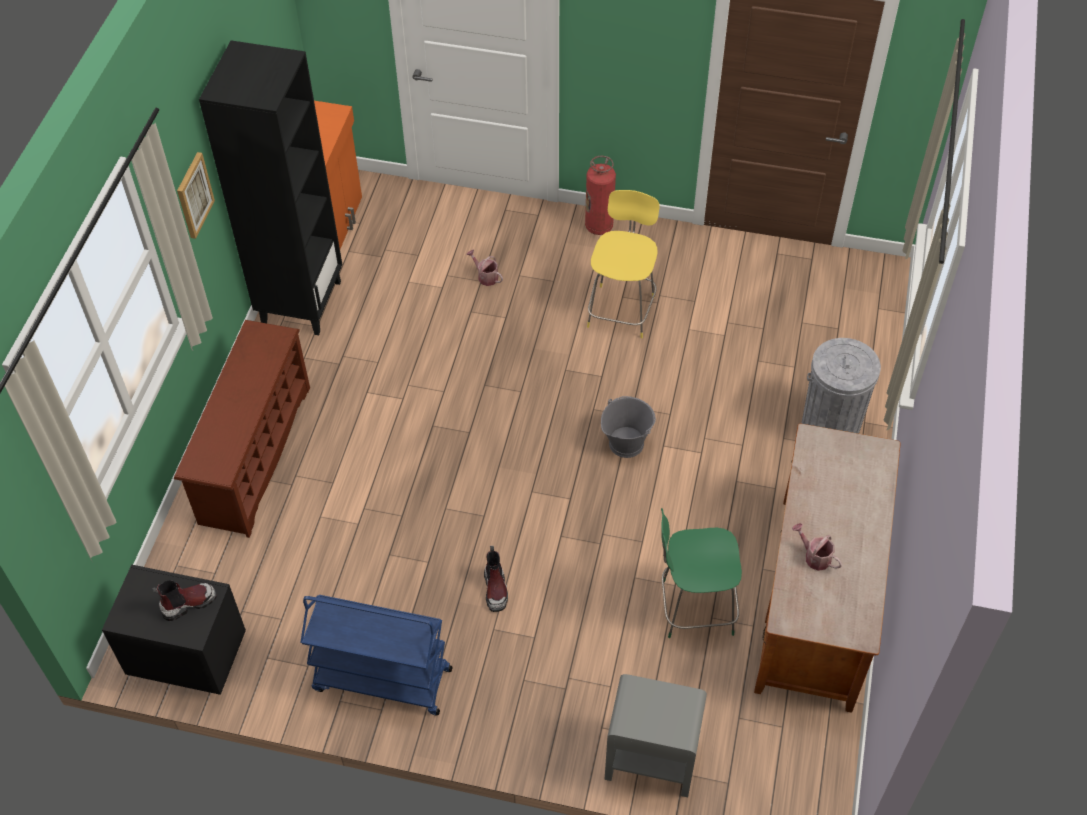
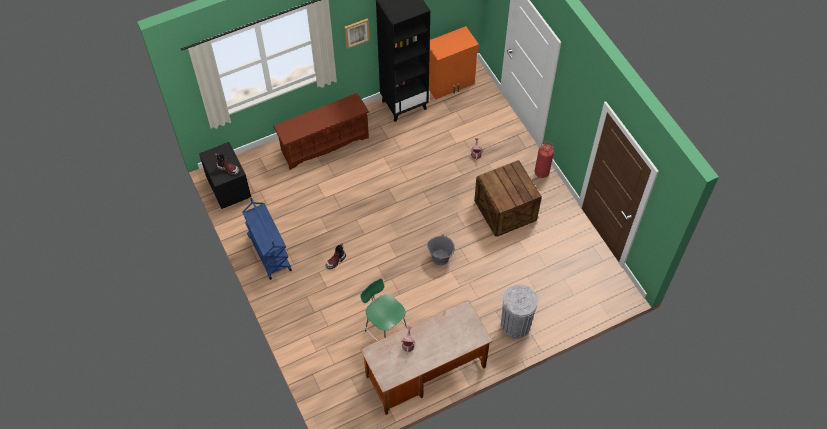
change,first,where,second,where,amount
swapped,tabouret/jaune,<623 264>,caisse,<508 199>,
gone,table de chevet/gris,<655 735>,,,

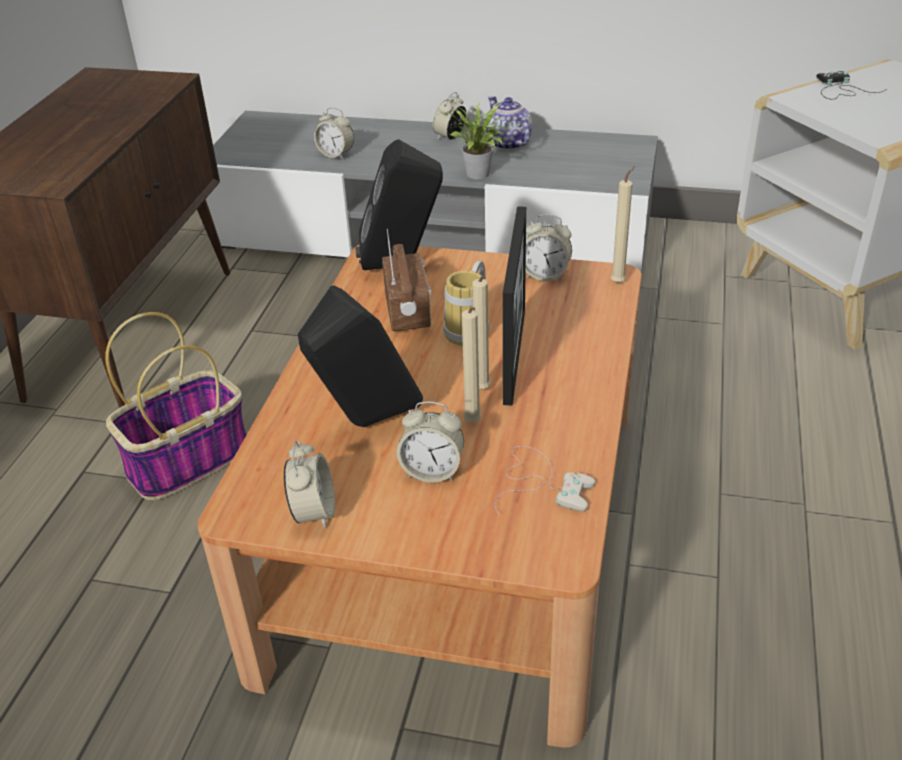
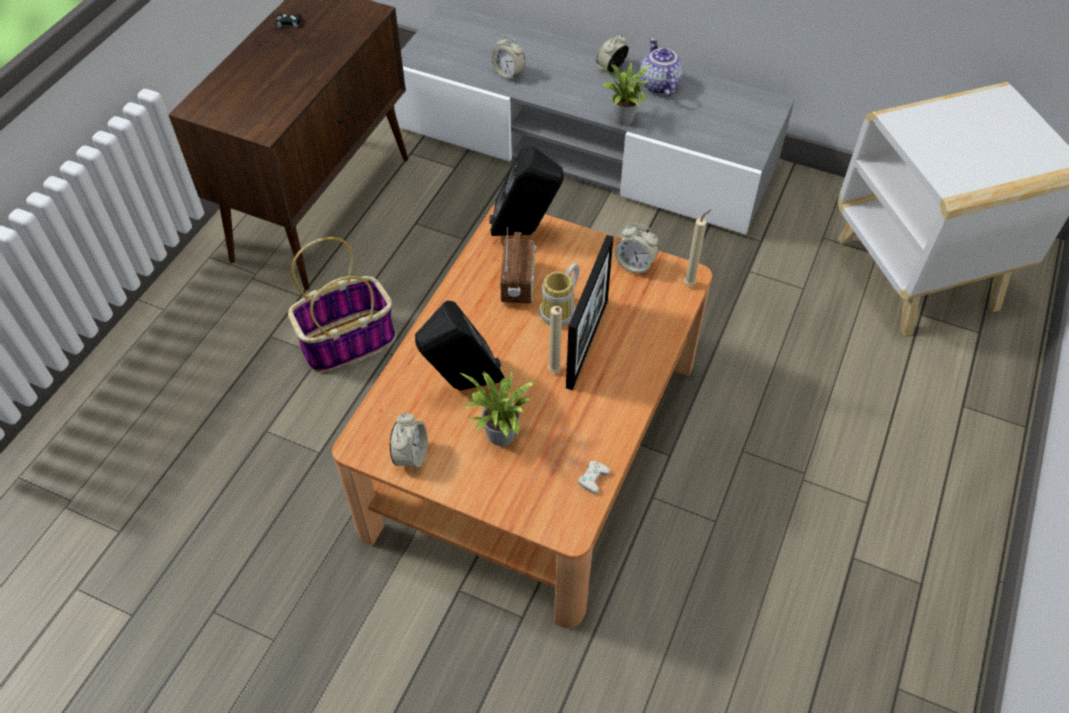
change,first,where,second,where,amount
swapped,réveil,<430 441>,plante en pot,<498 408>,
gone,bougie/beige,<471 364>,,,
shifted,manette/noir,<850 85>,,<283 30>,

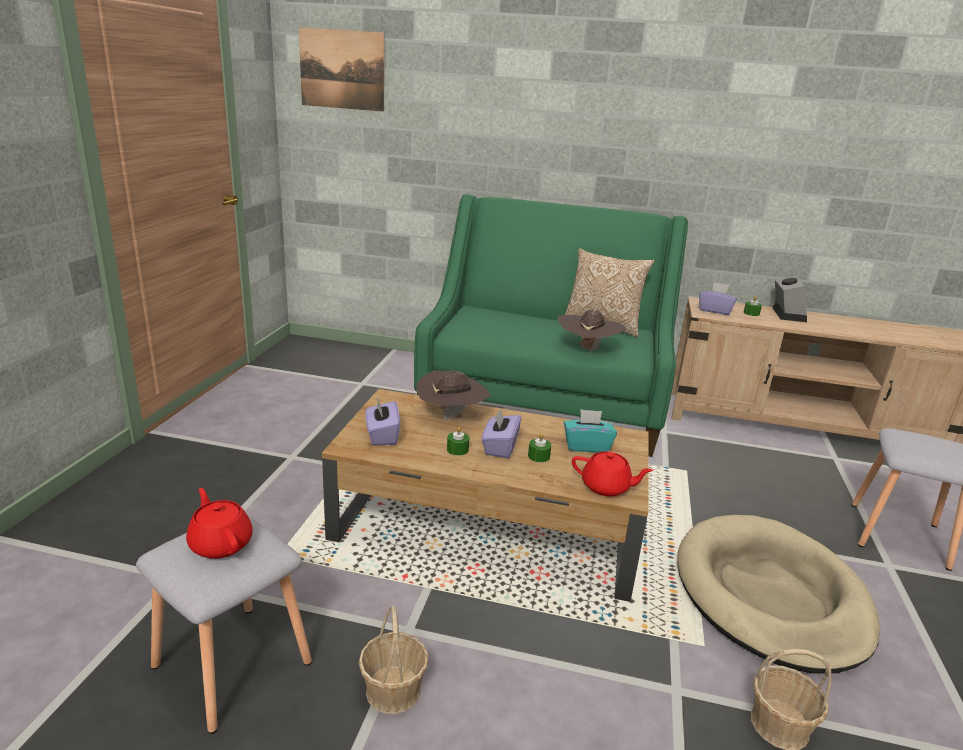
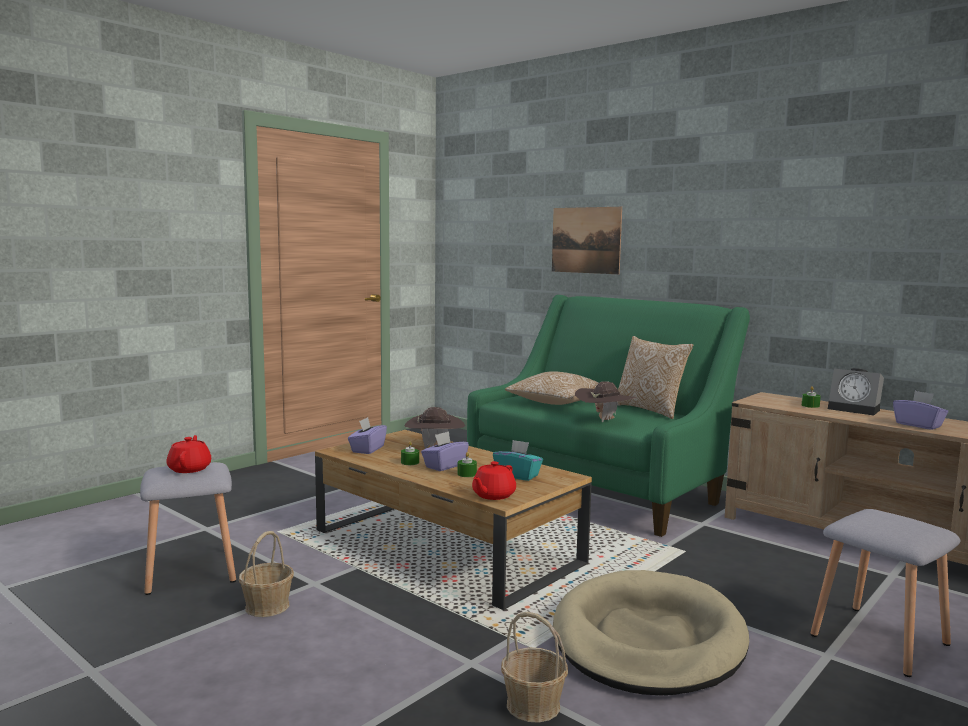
change,first,where,second,where,amount
shifted,tableau,<342 69>,,<587 240>,
rotated,théière/rouge,<612 473>,,<494 480>,75 degrees clockwise
shifted,boîte à mouchoirs/violet,<718 298>,,<920 410>,
rotated,réveil,<789 299>,,<856 391>,90 degrees clockwise
new,,,coussin,<552 388>,

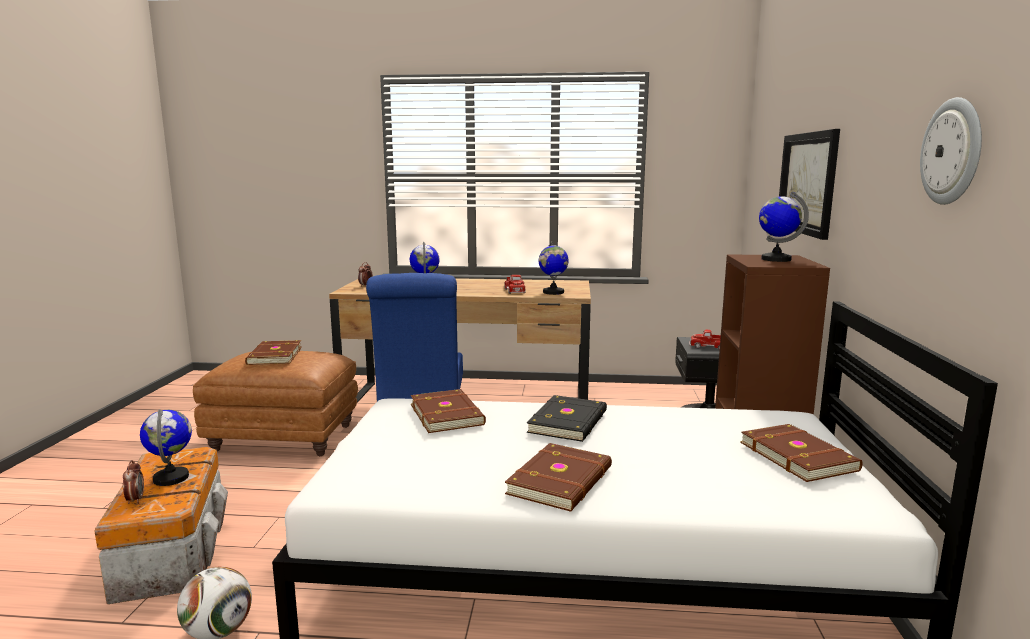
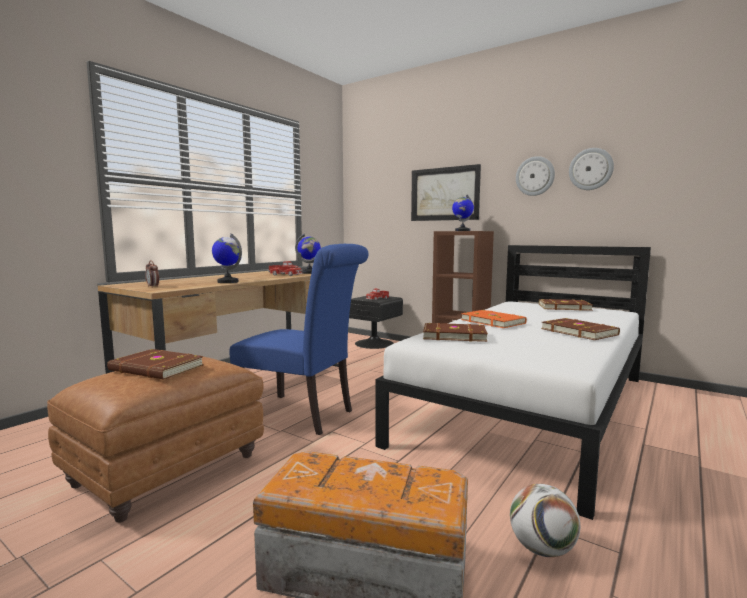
change,first,where,second,where,amount
gone,réveil,<133 482>,,,
gone,globe,<166 447>,,,
repainted,livre/noir,<566 418>,livre/orange,<494 319>,
new,,,horloge murale,<535 176>,

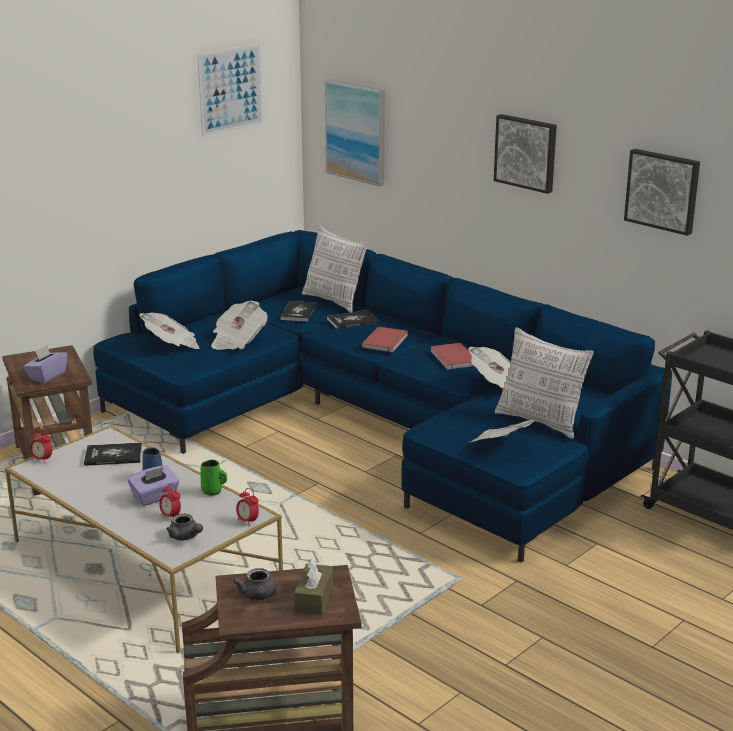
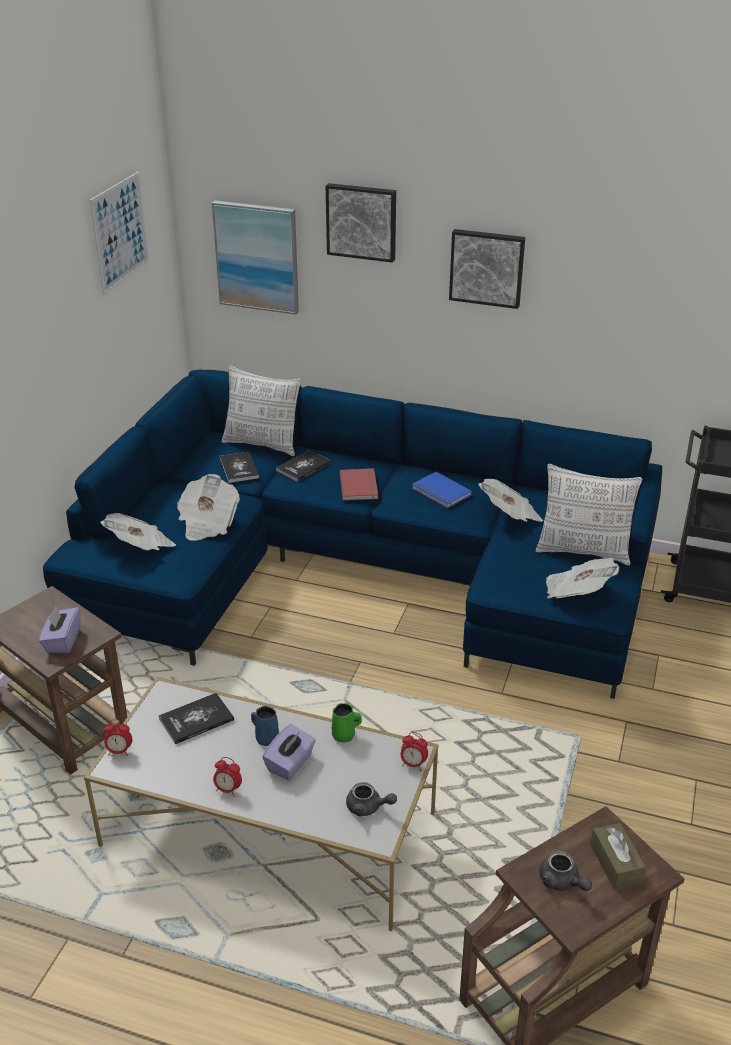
change,first,where,second,where,amount
shifted,réveil,<170 503>,,<227 777>,
repainted,livre/rouge,<452 356>,livre/bleu,<442 490>,
shifted,tableau,<662 192>,,<361 223>,

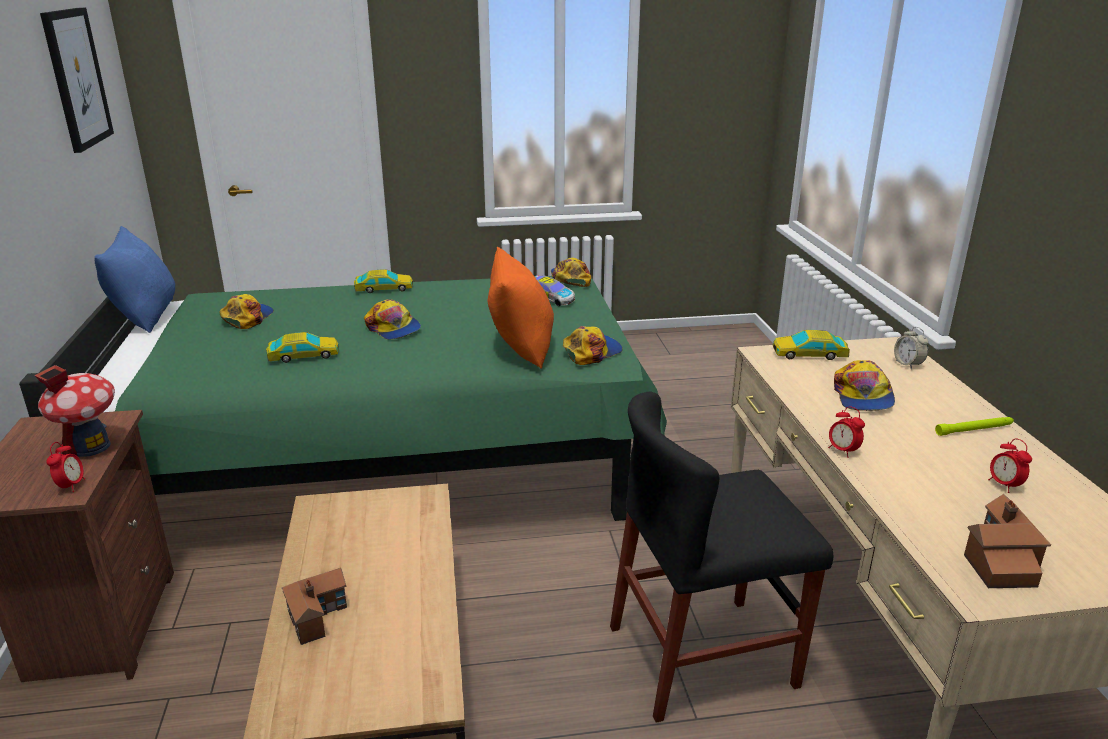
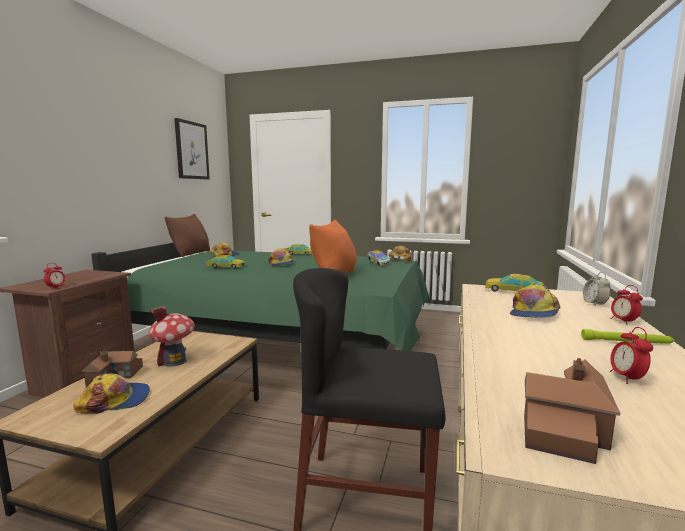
change,first,where,second,where,amount
shifted,maison miniature,<74 411>,,<172 336>,
repainted,coussin/bleu,<134 279>,coussin/marron,<187 235>,
shifted,casquette,<593 345>,,<111 393>,
shifted,réveil,<846 432>,,<627 305>,

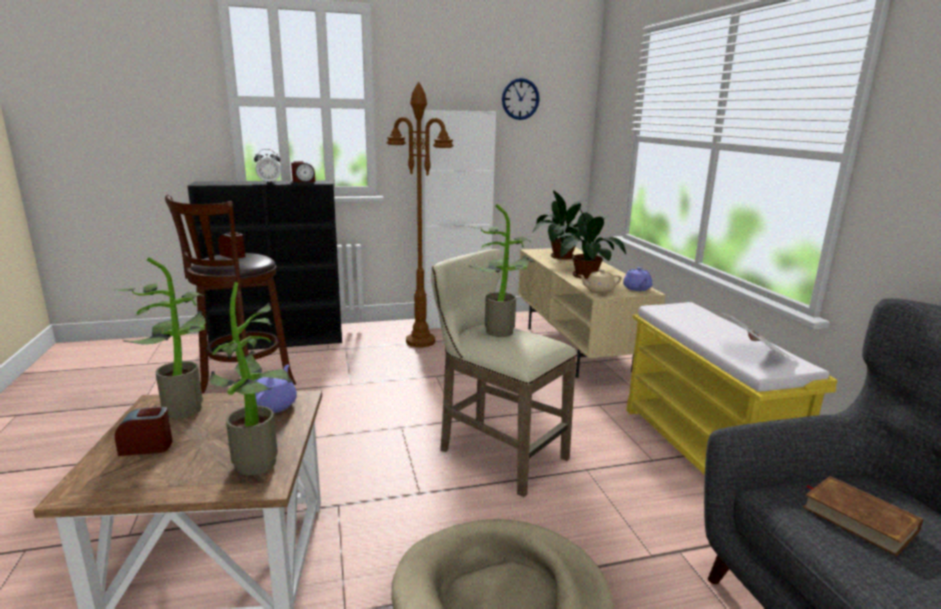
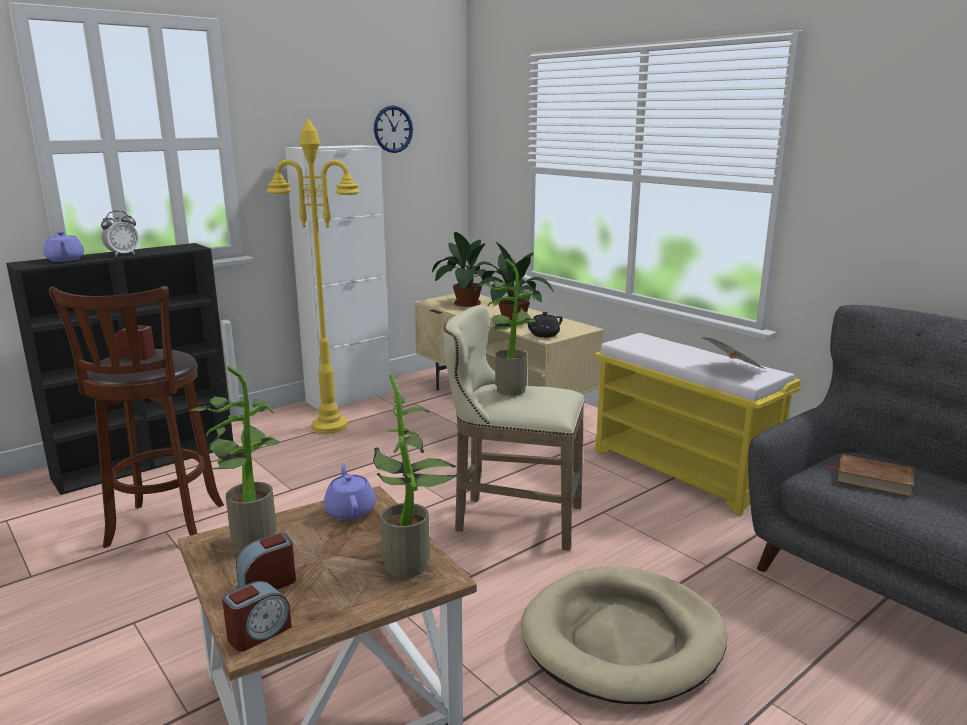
change,first,where,second,where,amount
shifted,réveil,<303 171>,,<257 616>,
repainted,lampadaire/marron,<420 214>,lampadaire/jaune,<313 276>,
repainted,théière/beige,<600 281>,théière/noir,<545 325>,
shifted,théière/violet,<637 279>,,<63 246>,

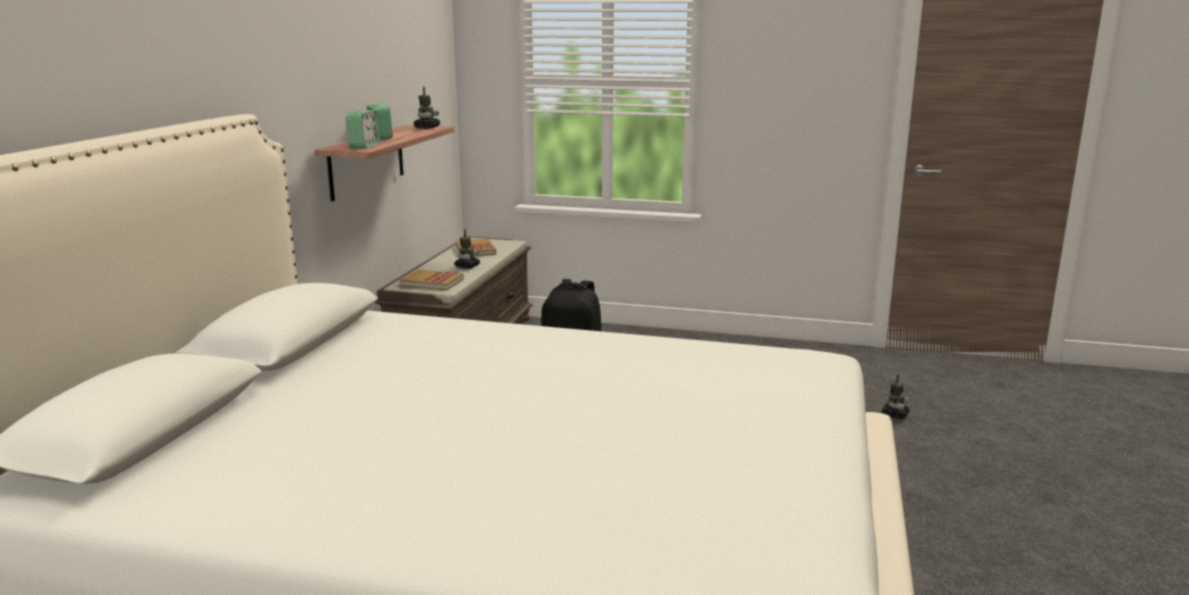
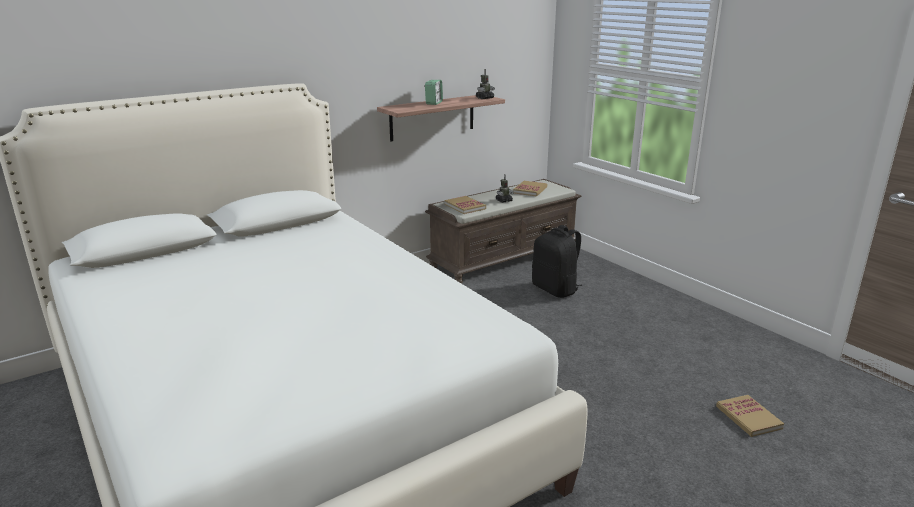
change,first,where,second,where,amount
gone,réveil,<363 129>,,,
swapped,robot jouet,<896 396>,livre,<750 416>,

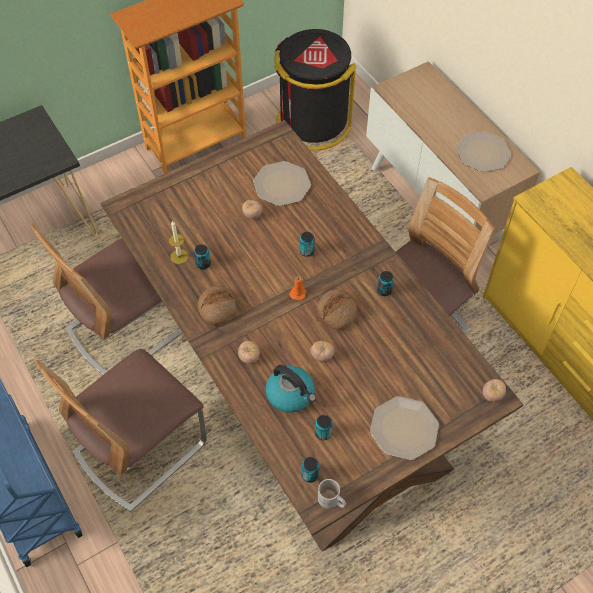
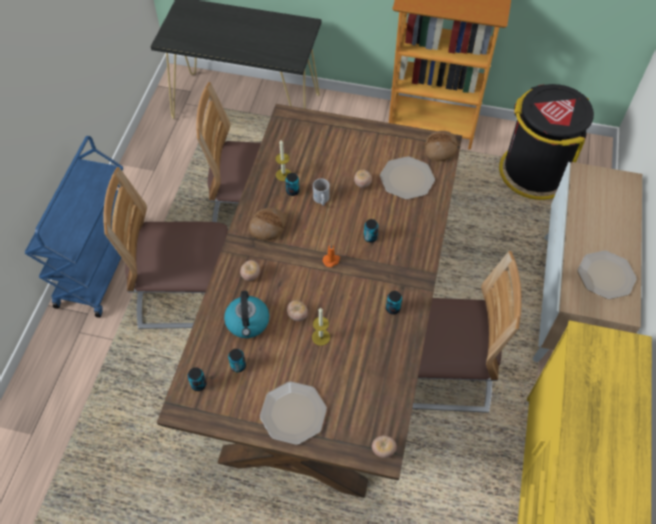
change,first,where,second,where,amount
shifted,pain,<337 309>,,<441 146>,
shifted,mug/blanc,<332 494>,,<321 192>,
new,,,bougie,<321 327>,

